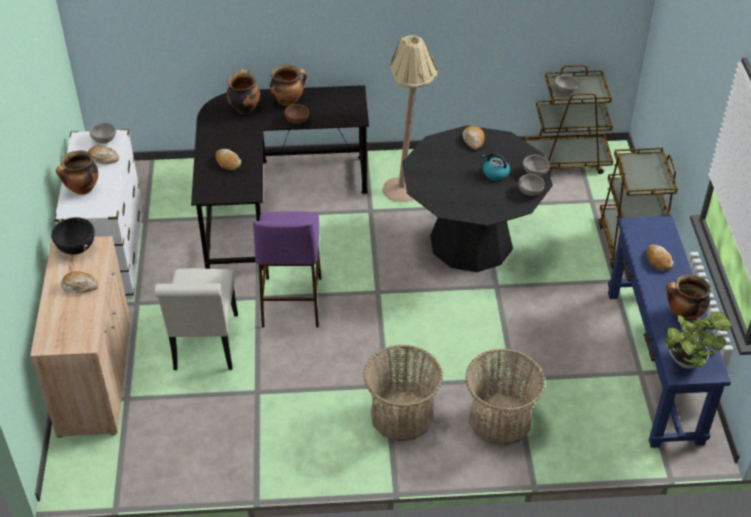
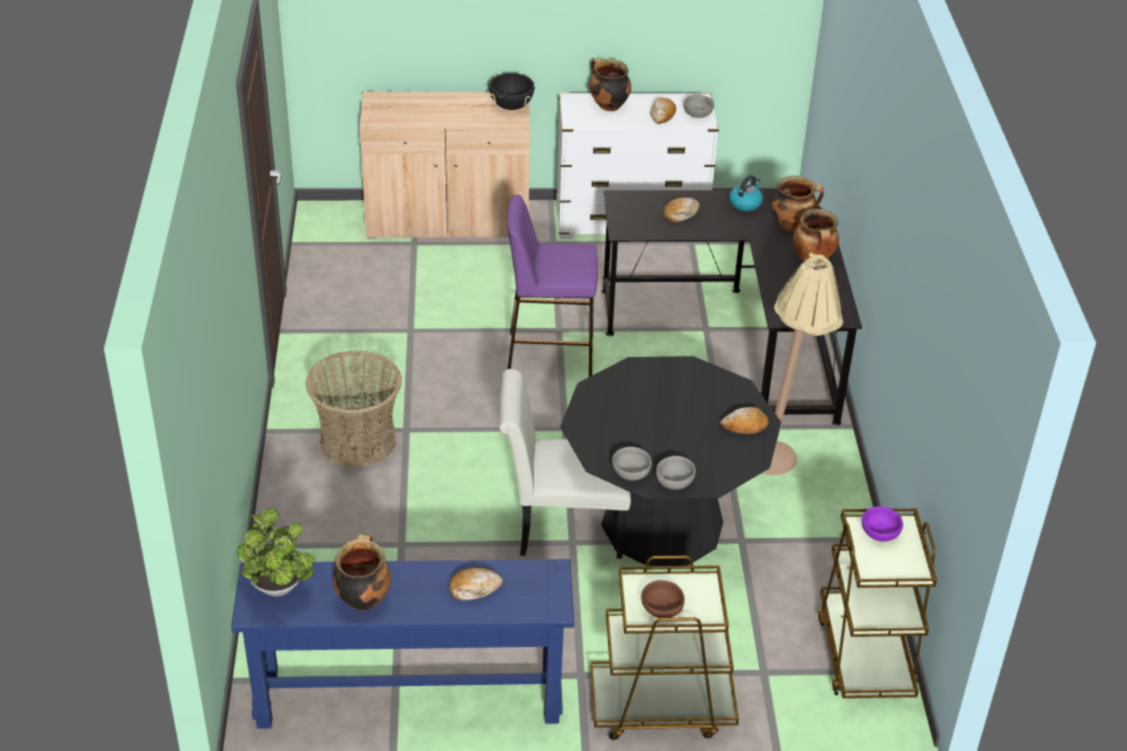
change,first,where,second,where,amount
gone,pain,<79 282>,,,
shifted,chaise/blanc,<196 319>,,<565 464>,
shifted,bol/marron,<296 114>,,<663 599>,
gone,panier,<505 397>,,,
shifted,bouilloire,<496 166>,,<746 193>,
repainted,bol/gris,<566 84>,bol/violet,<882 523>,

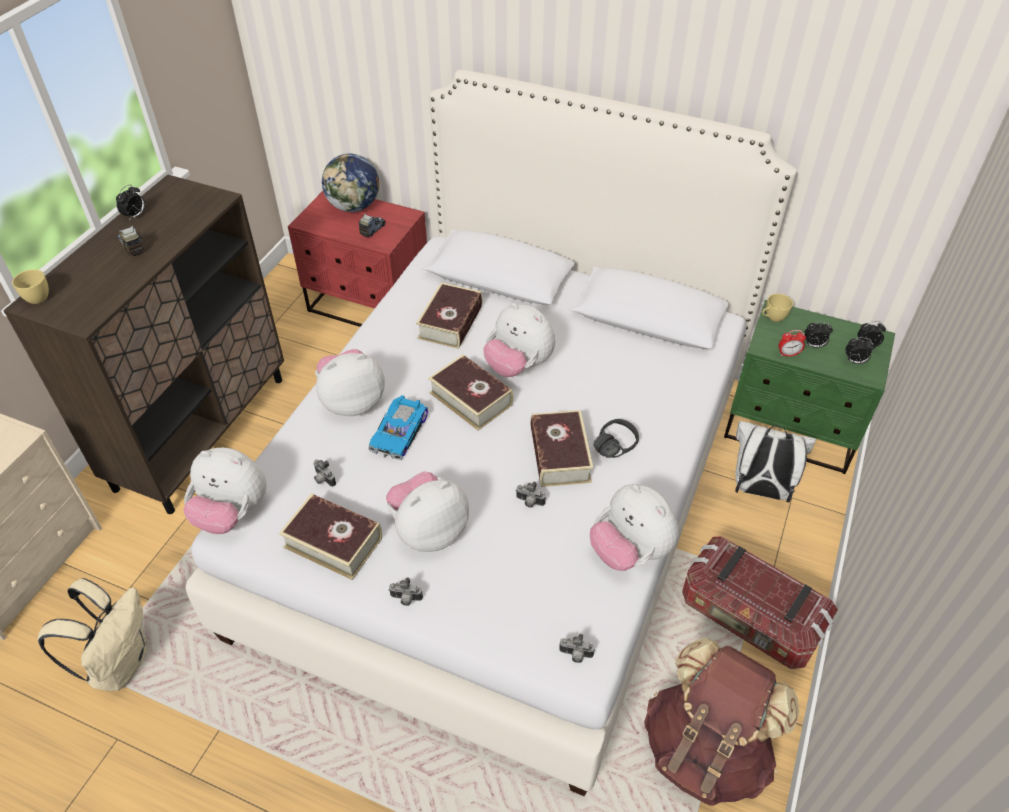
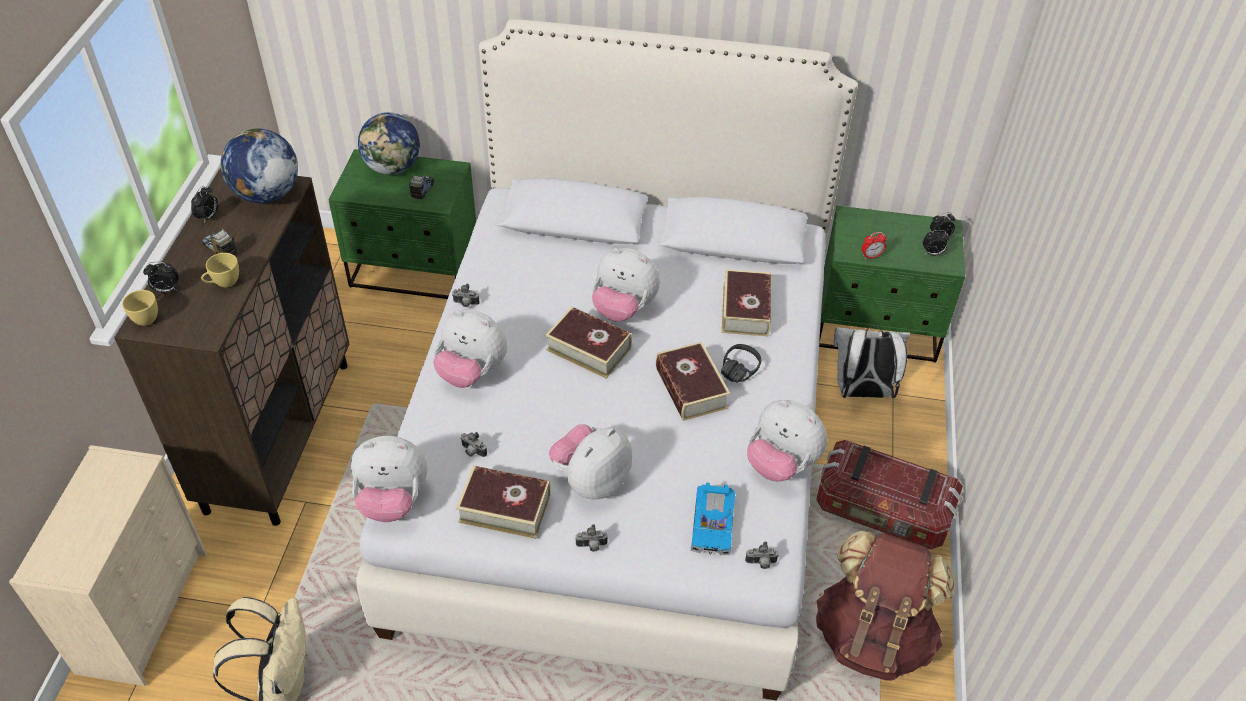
change,first,where,second,where,amount
repainted,table de chevet/rouge,<357 259>,table de chevet/vert,<402 224>,
rotated,peluche,<350 382>,,<470 349>,120 degrees counterclockwise
shifted,petite voiture,<398 427>,,<713 518>,
shifted,livre,<449 315>,,<746 302>,
shifted,appareil photo,<531 495>,,<466 295>,
shifted,tasse/jaune,<777 308>,,<220 270>,
shifted,réveil,<818 335>,,<161 277>,
new,,,globe,<259 165>,

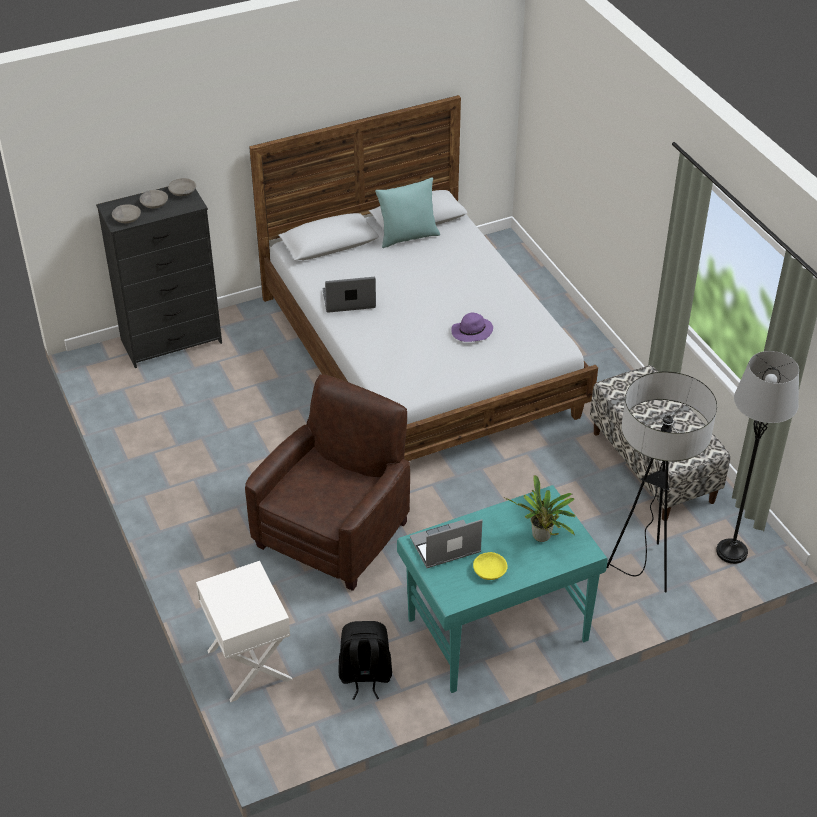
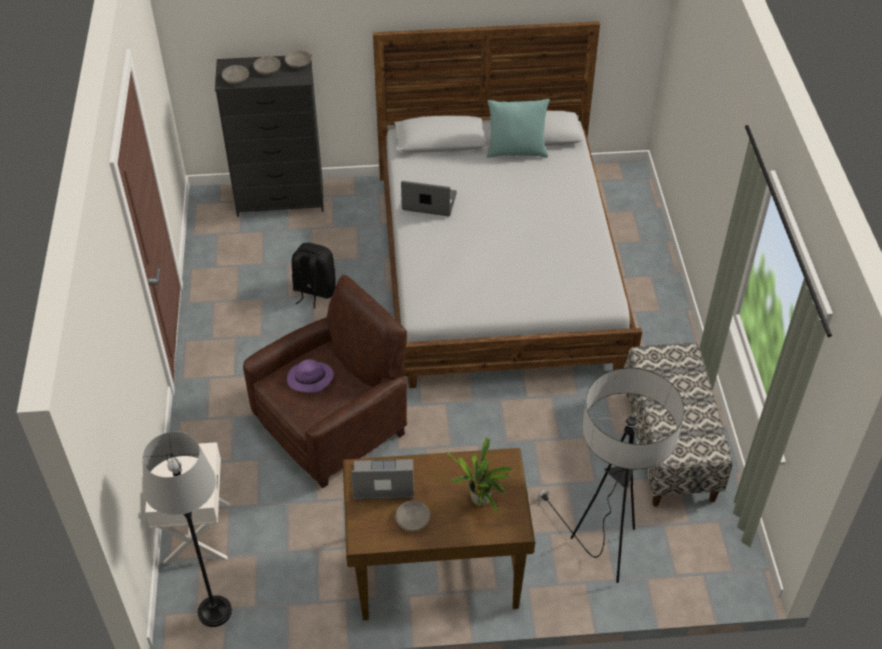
change,first,where,second,where,amount
shifted,sac à dos/noir,<365 660>,,<314 276>,
repainted,bureau/turquoise,<502 589>,bureau/marron,<439 534>,
shifted,chapeau/violet,<472 327>,,<310 375>,
repainted,bol/jaune,<490 566>,bol/gris,<412 516>,
shifted,lampadaire/gris,<757 457>,,<187 529>,

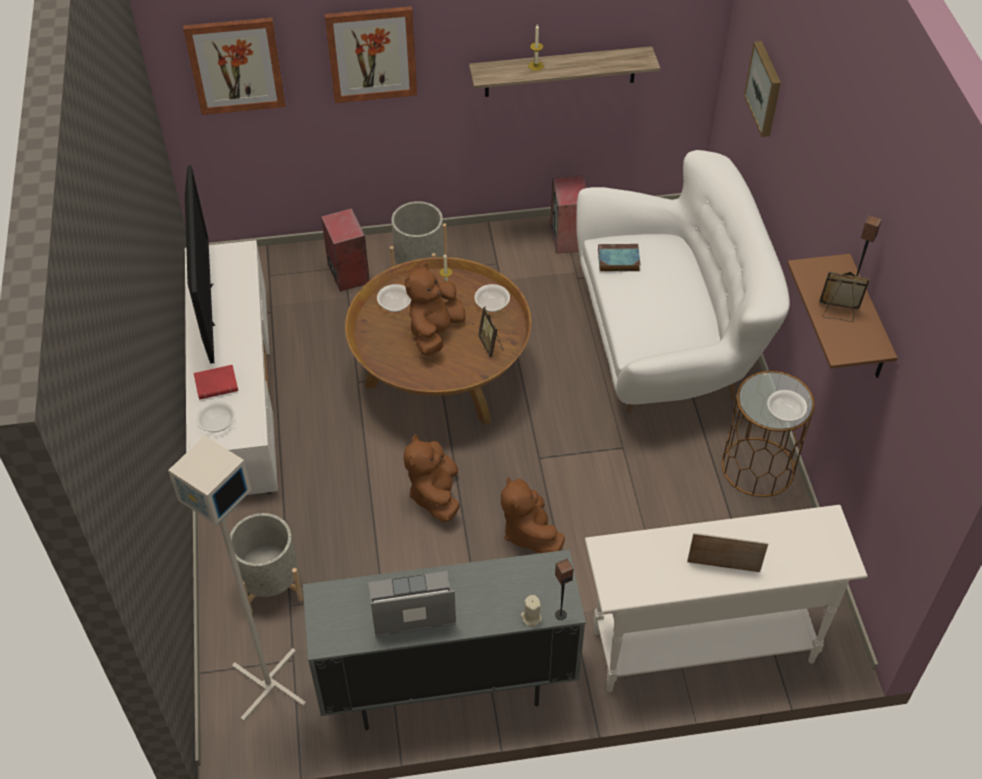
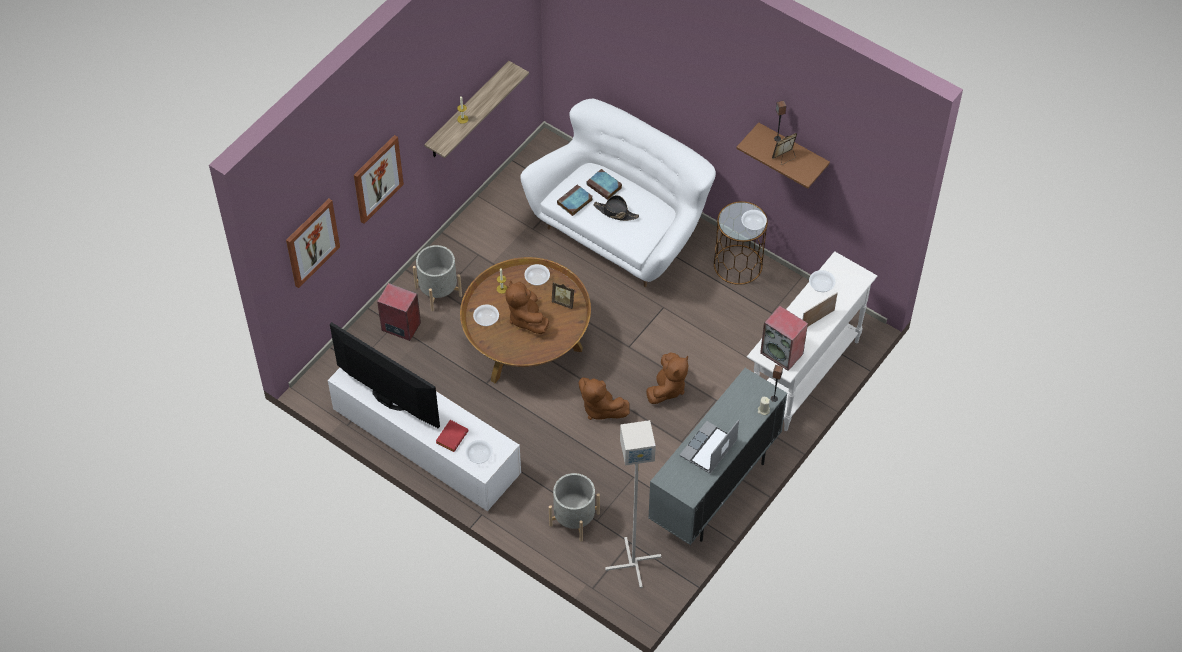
change,first,where,second,where,amount
rotated,peluche/marron,<533 514>,,<667 378>,90 degrees counterclockwise
shifted,enceinte,<568 214>,,<784 338>,
gone,tableau,<762 89>,,,
new,,,livre,<604 184>,
new,,,chapeau/noir,<616 208>,
new,,,bol,<822 281>,

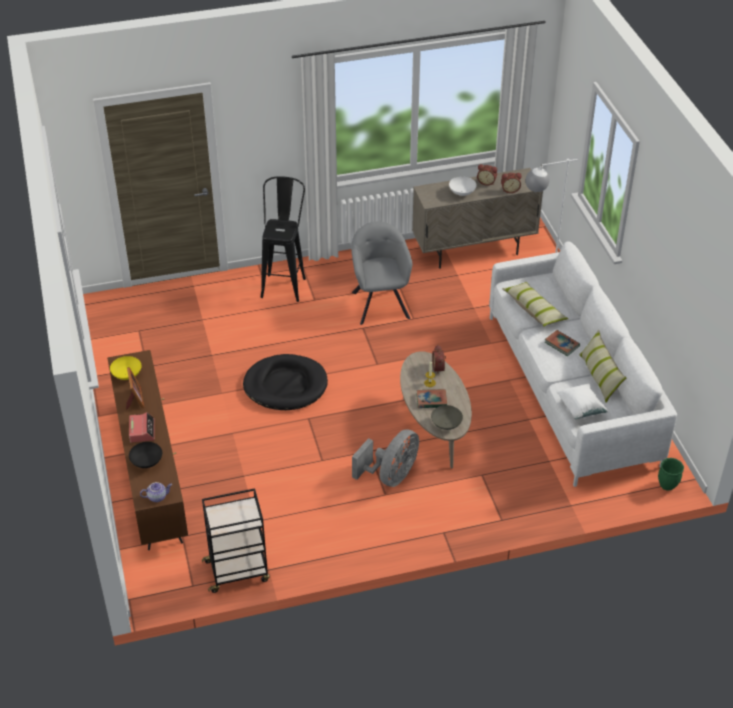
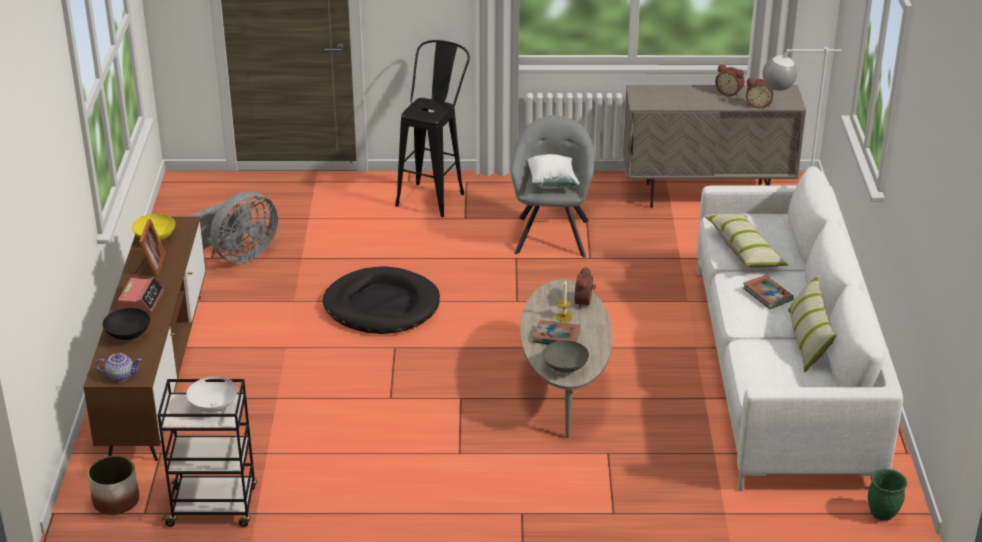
change,first,where,second,where,amount
shifted,ventilateur/gris,<385 458>,,<233 227>,
shifted,bol/blanc,<463 186>,,<211 395>,
shifted,coussin/blanc,<583 401>,,<553 171>,
new,,,cache-pot,<113 485>,

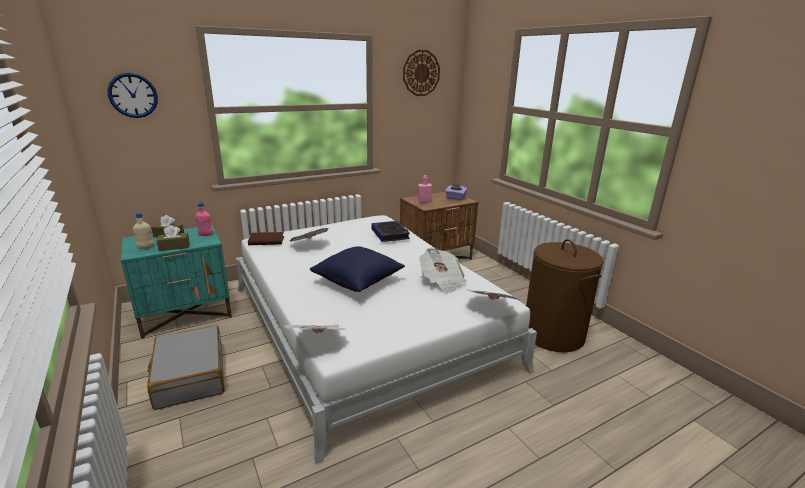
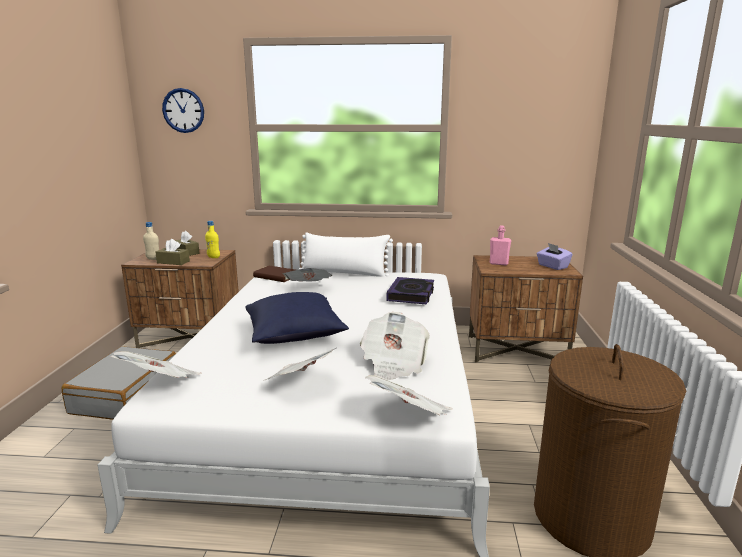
change,first,where,second,where,amount
repainted,table de chevet/turquoise,<176 282>,table de chevet/marron,<180 298>,
repainted,bouteille/rose,<204 219>,bouteille/jaune,<212 239>,
gone,horloge murale,<421 73>,,,
new,,,journal,<299 364>,
new,,,coussin/blanc,<346 254>,

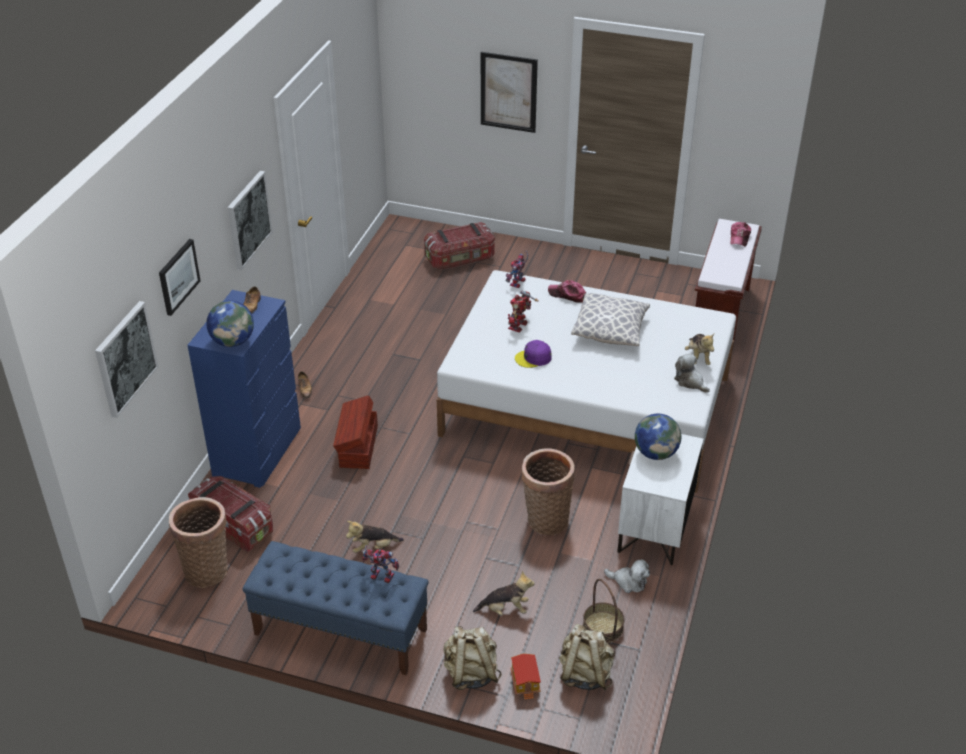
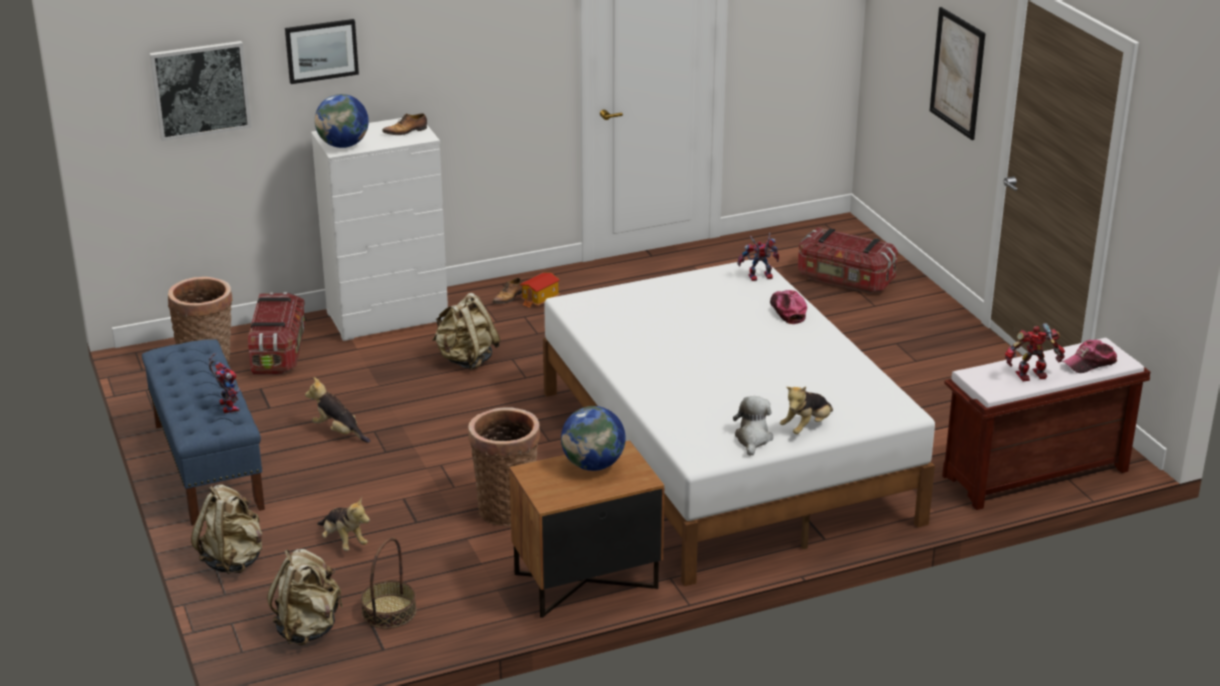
change,first,where,second,where,amount
repainted,commode/bleu,<244 389>,commode/blanc,<379 229>,
gone,tableau,<250 220>,,,
swapped,boîte de rangement/marron,<355 432>,sac à dos/beige,<466 331>,
shifted,robot jouet,<523 311>,,<1035 352>,
shifted,maison miniature,<525 677>,,<540 290>,
gone,casquette/violet,<533 354>,,,
gone,coussin,<610 319>,,,
gone,peluche,<627 576>,,,
repainted,table de chevet/blanc,<660 499>,table de chevet/marron,<586 529>,

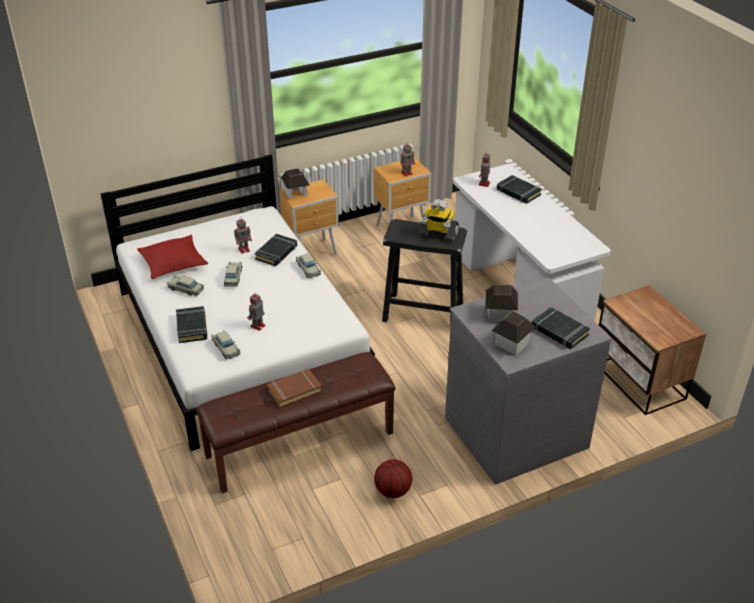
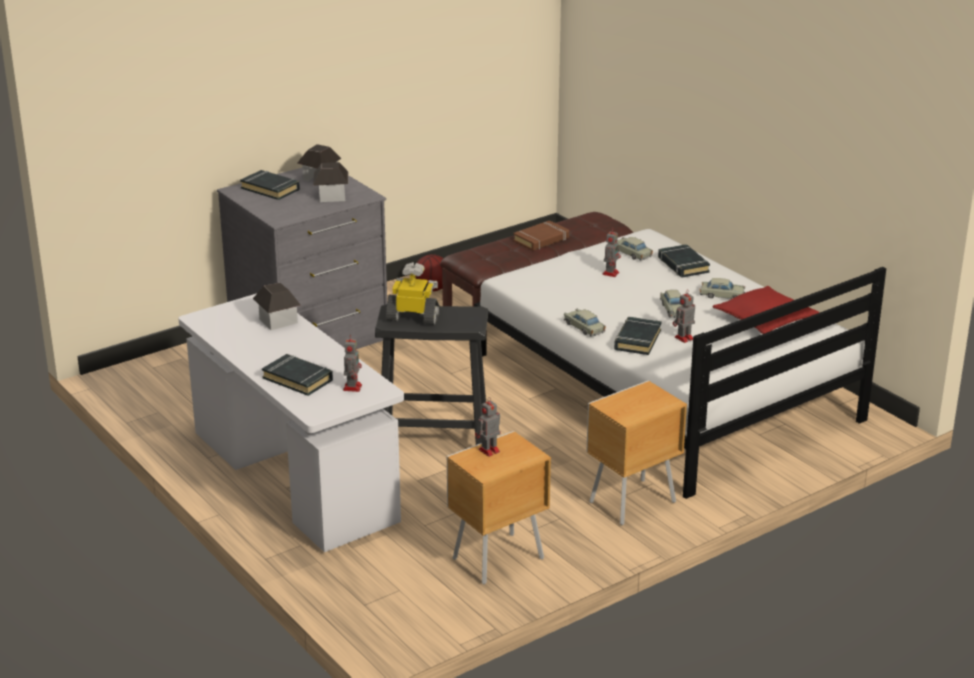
change,first,where,second,where,amount
shifted,maison miniature,<295 183>,,<277 306>,
gone,table de chevet,<652 350>,,,

